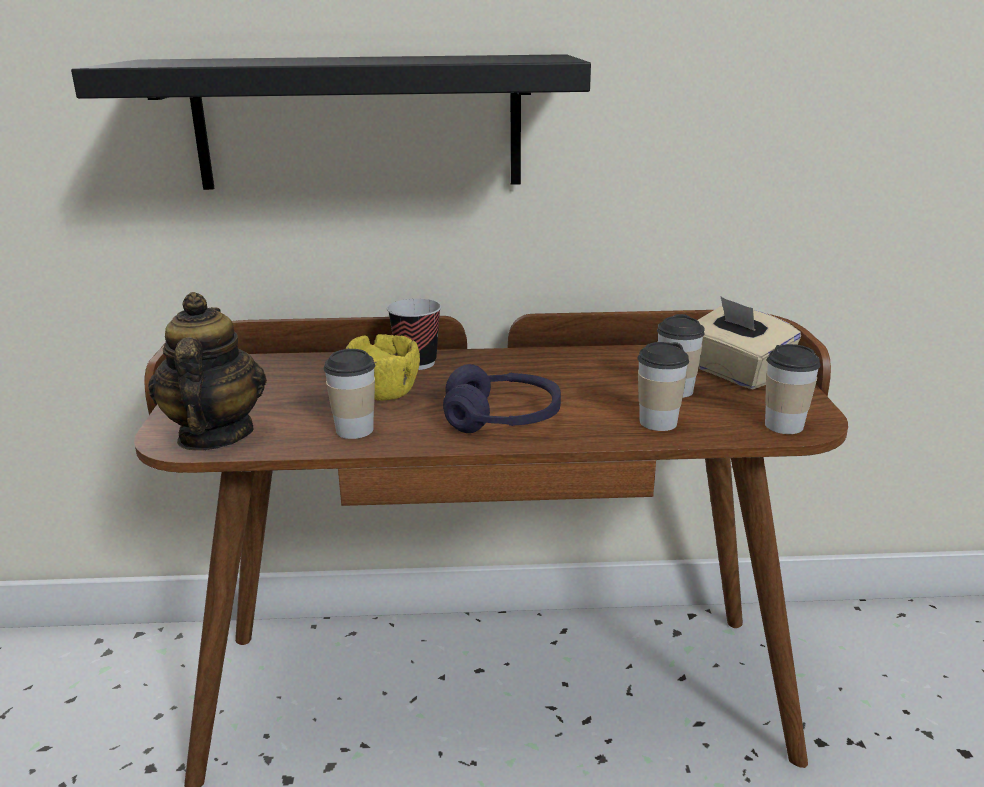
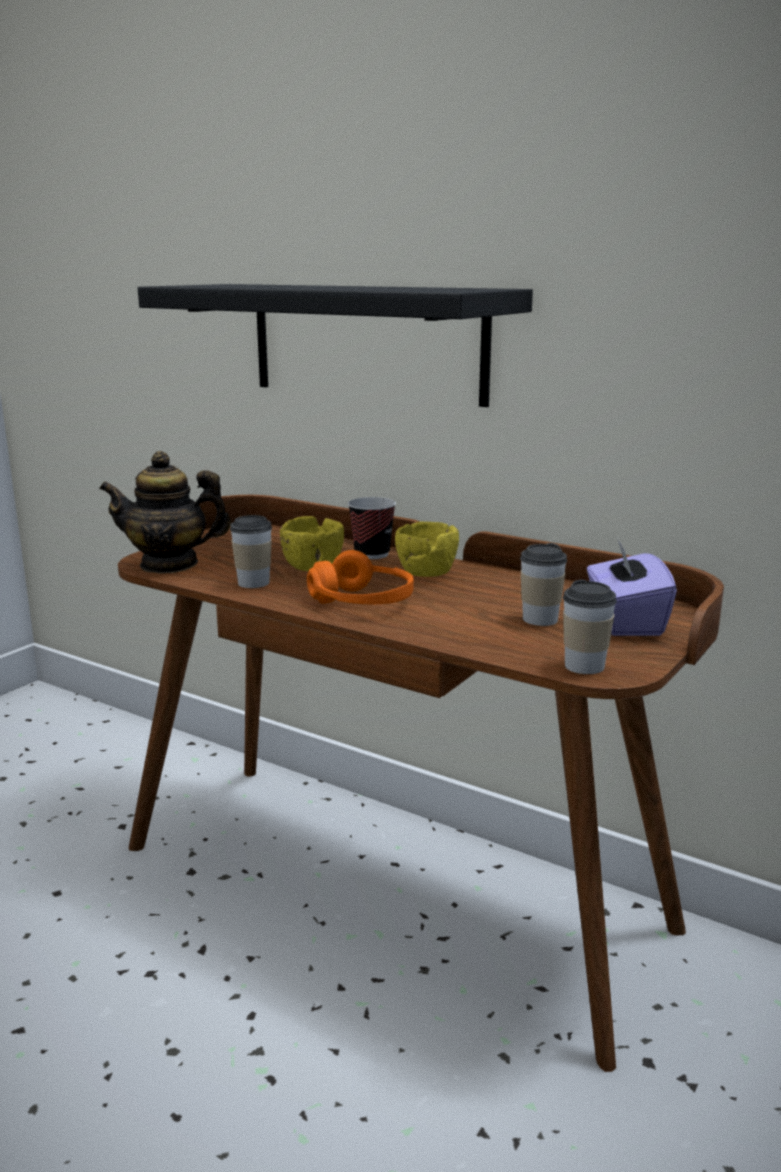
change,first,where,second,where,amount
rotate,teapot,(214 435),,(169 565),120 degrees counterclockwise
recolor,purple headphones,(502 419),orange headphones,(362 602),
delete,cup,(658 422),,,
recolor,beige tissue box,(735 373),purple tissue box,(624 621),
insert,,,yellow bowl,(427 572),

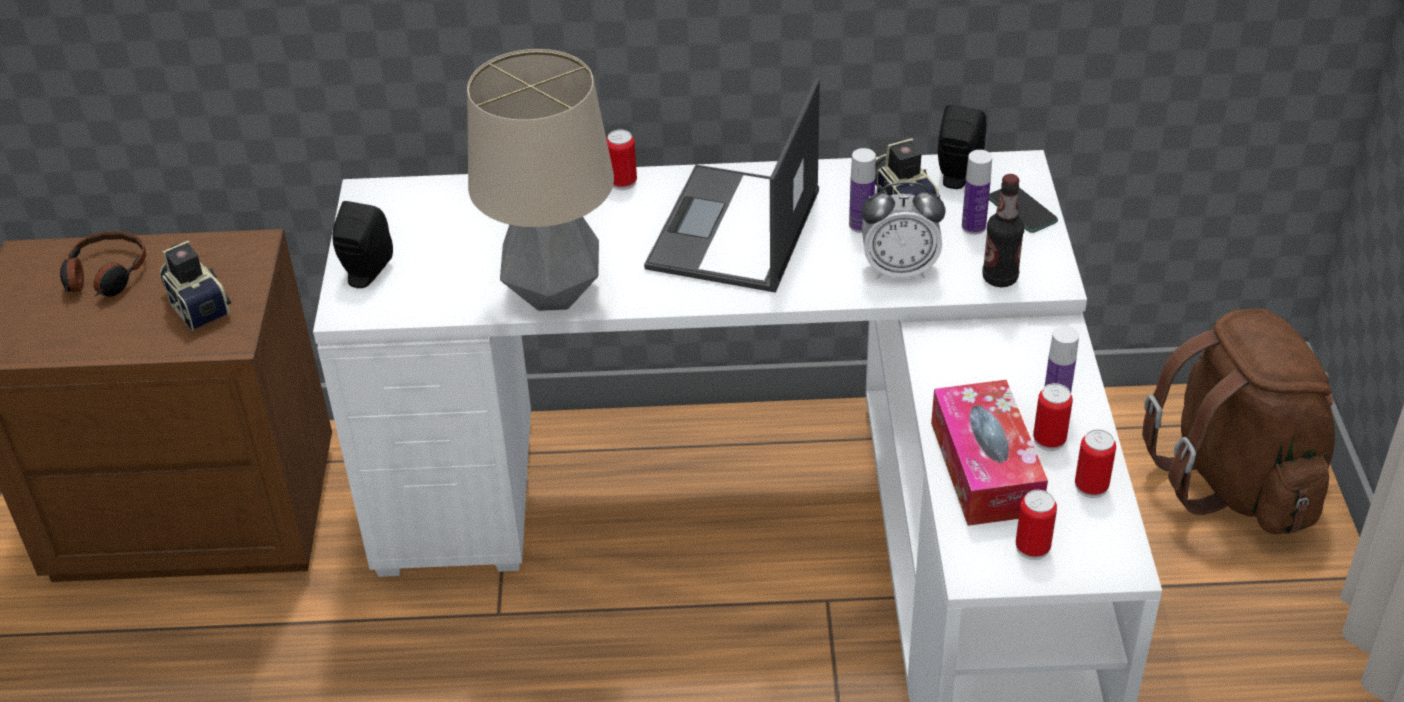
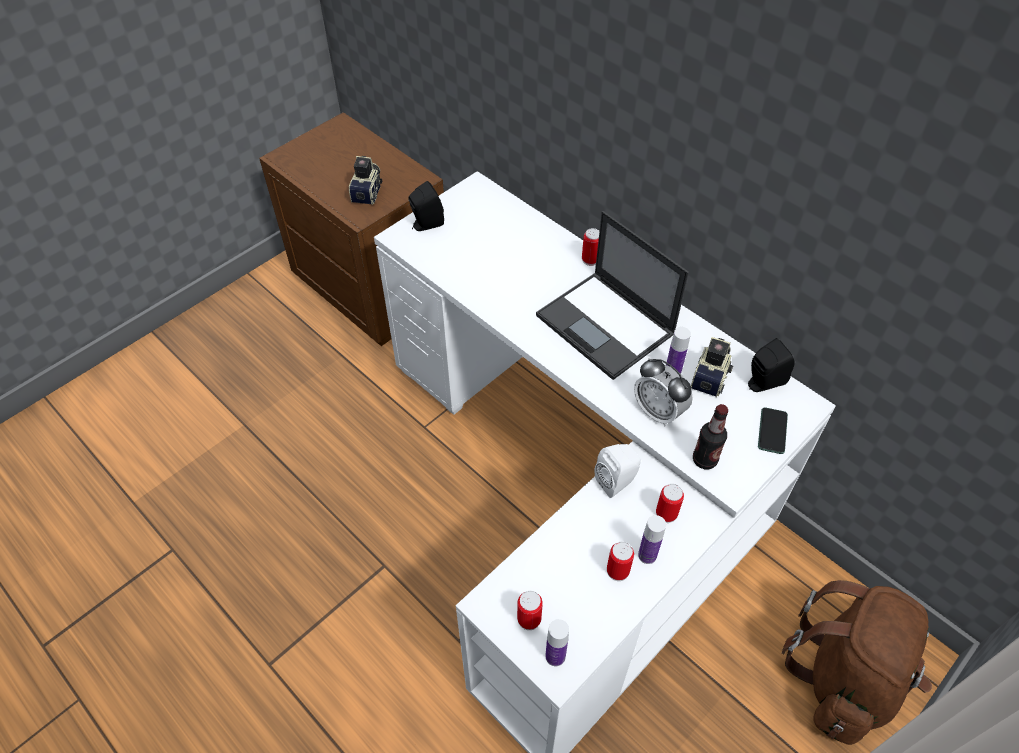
change,first,where,second,where,amount
delete,headphones,(105 275),,,
delete,table lamp,(554 293),,,
rotate,laptop,(734 231),,(606 325),105 degrees counterclockwise
delete,tissue box,(985 468),,,
move,bottle,(973 227),,(555 656),
move,can,(1091 486),,(666 513),
insert,,,white speaker,(617 481),

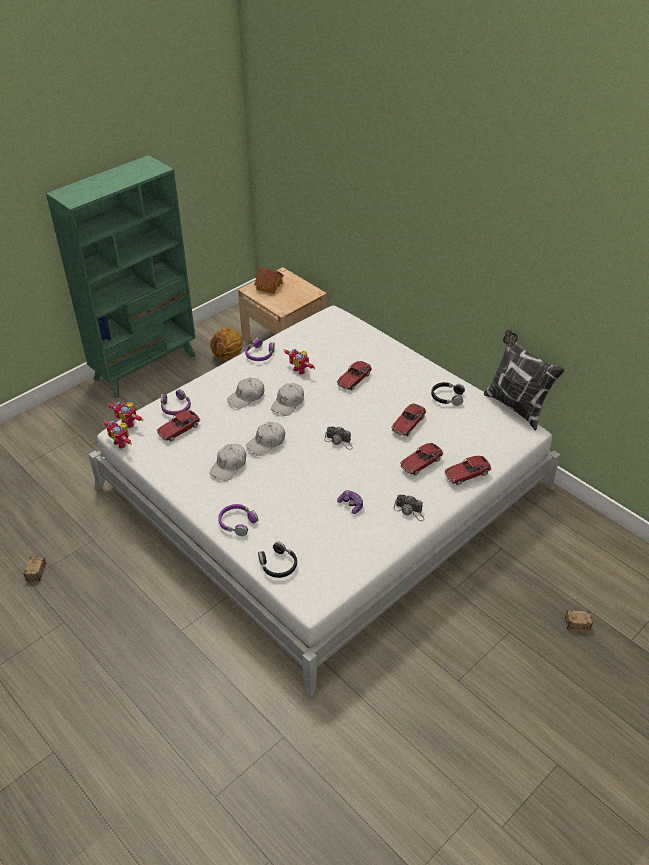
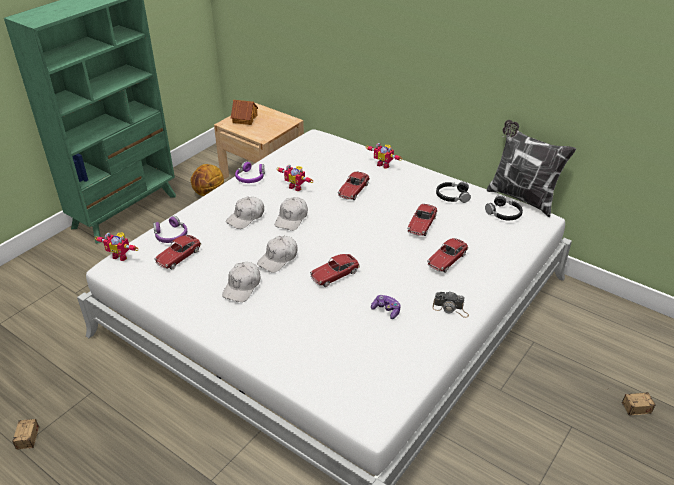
change,first,where,second,where,amount
move,toy robot,(122 442),,(384 164),
delete,purple headphones,(237 522),,,
move,black headphones,(278 565),,(504 213),
delete,photo camera,(339 441),,,
move,toy car,(467 474),,(334 275),

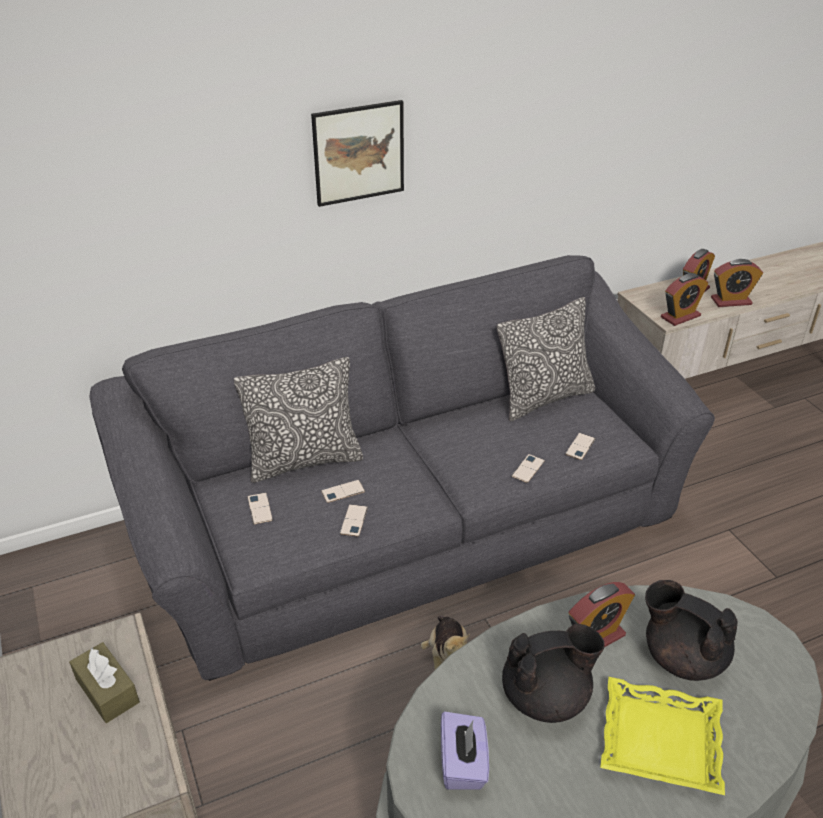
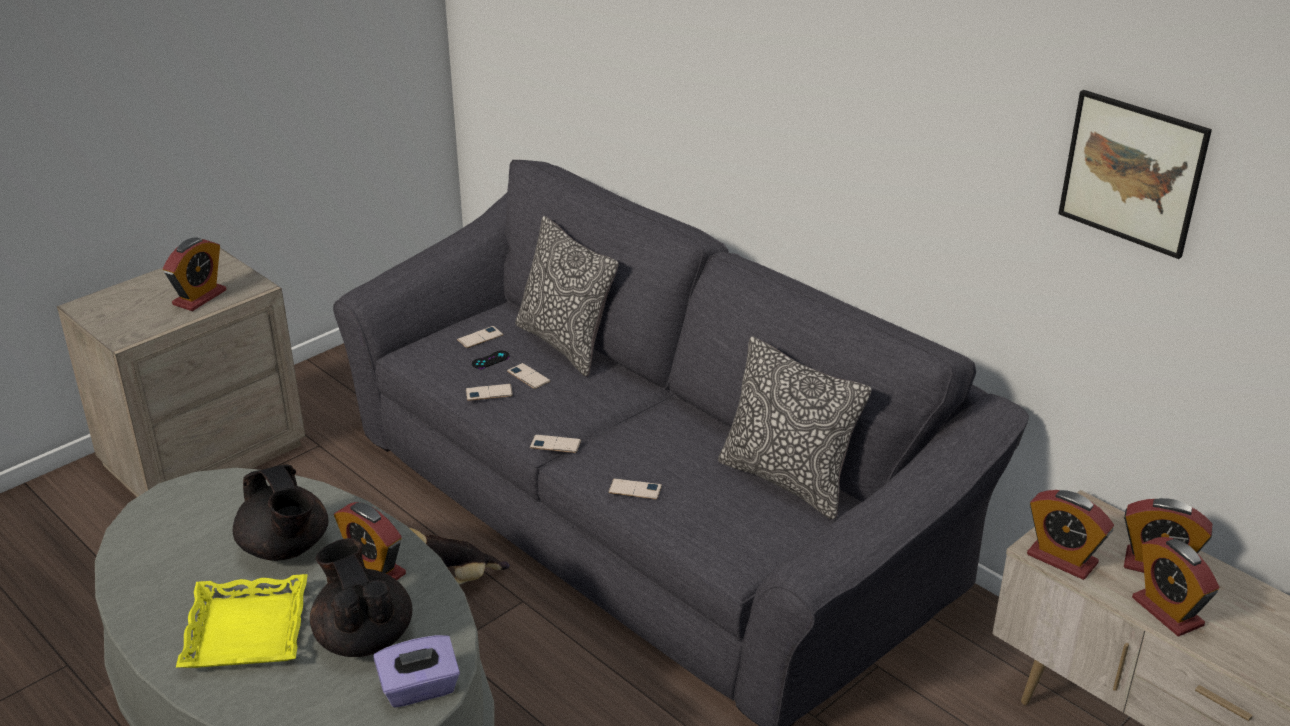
change,first,where,second,where,amount
replace,brown tissue box,(107 690),alarm clock,(199 297),
move,picture,(358 153),,(1132 173),
move,purple tissue box,(463 764),,(419 689),
move,phone,(580 446),,(555 444),
rotate,black teapot,(682 656),,(363 637),45 degrees counterclockwise
insert,,,black game controller,(490 360),

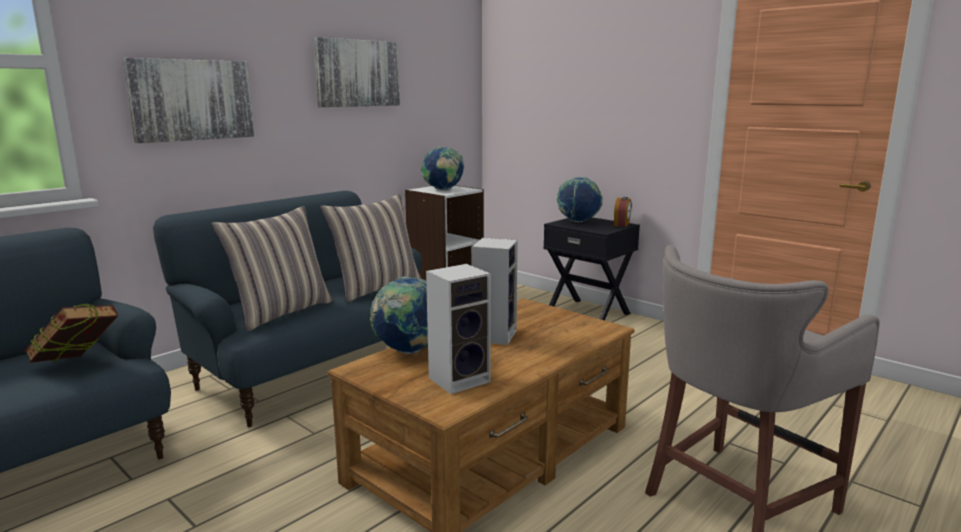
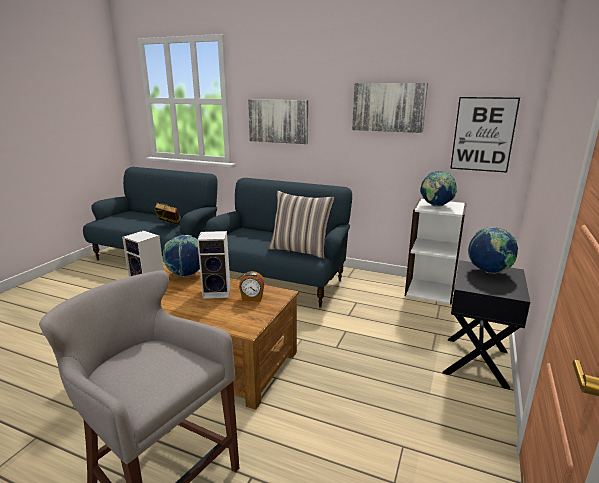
change,first,where,second,where,amount
delete,pillow,(281 312),,,
move,alarm clock,(622 224),,(252 298),
insert,,,picture,(483 134),

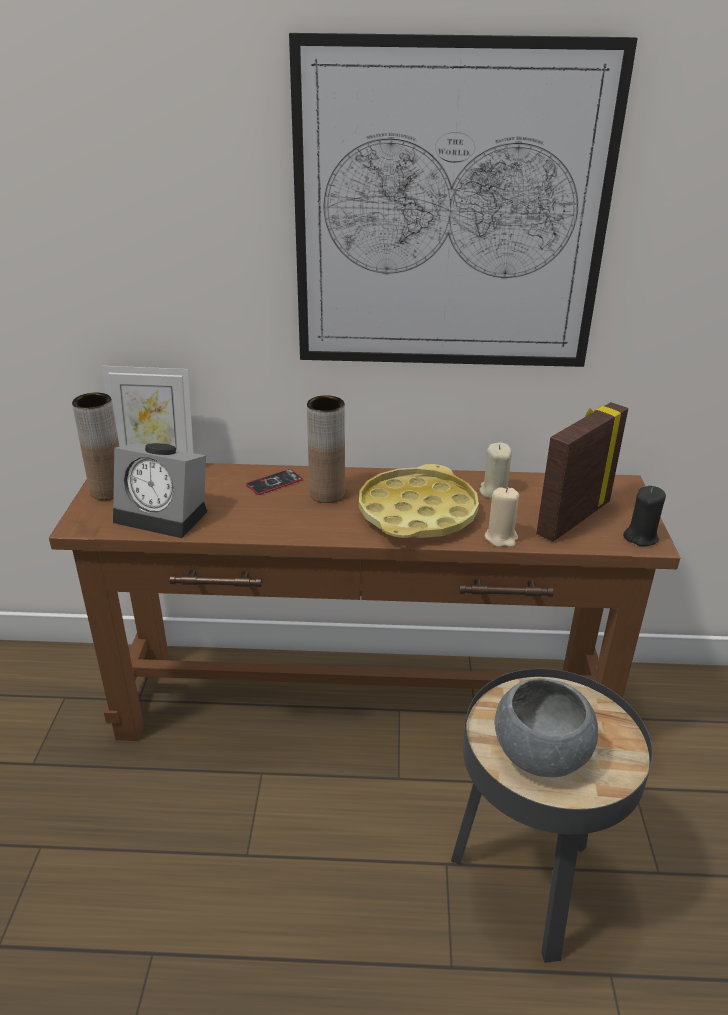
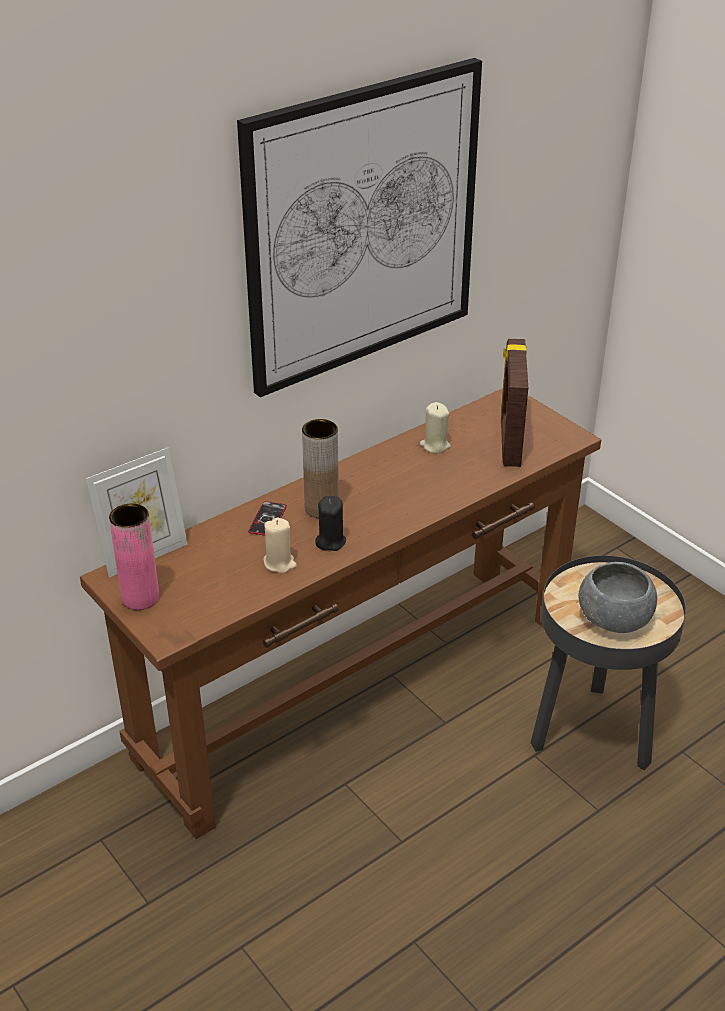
change,first,where,second,where,amount
recolor,brown vase,(108 491),pink vase,(140 598),
delete,alarm clock,(165 515),,,
delete,yellow tray,(417 513),,,
move,beige candle,(501 538),,(279 563),
move,black candle,(640 537),,(330 541),

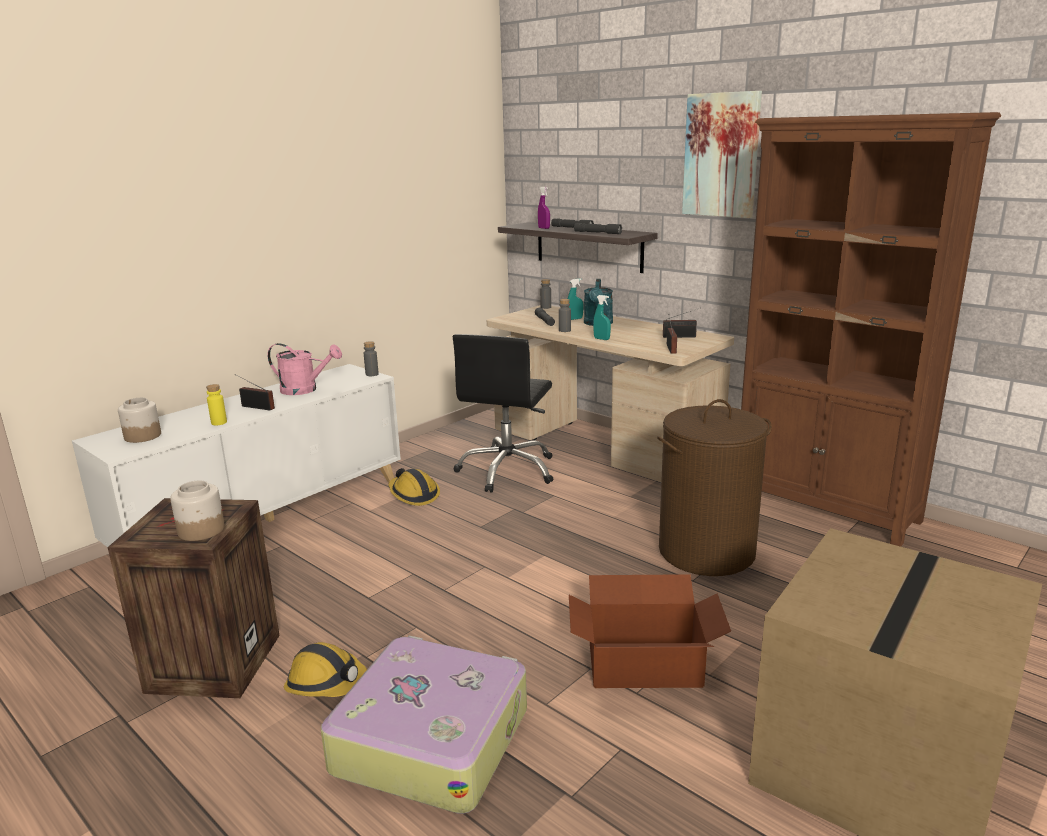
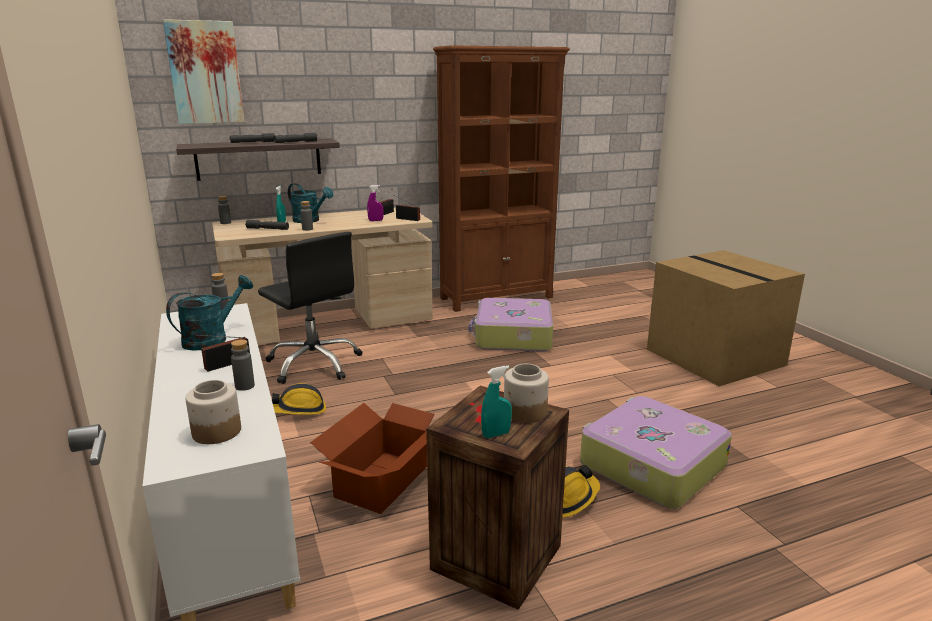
change,first,where,second,where,amount
recolor,yellow bottle,(219 422),grey bottle,(245 386),
recolor,pink watering can,(305 390),turquoise watering can,(212 339),
move,purple spray bottle,(544 228),,(375 220),
move,cardboard box,(643 664),,(381 481),
move,turquoise spray bottle,(601 339),,(496 434),
replace,brown laundry basket,(706 552),suitcase,(512 337),
move,picture,(721 155),,(205 73),

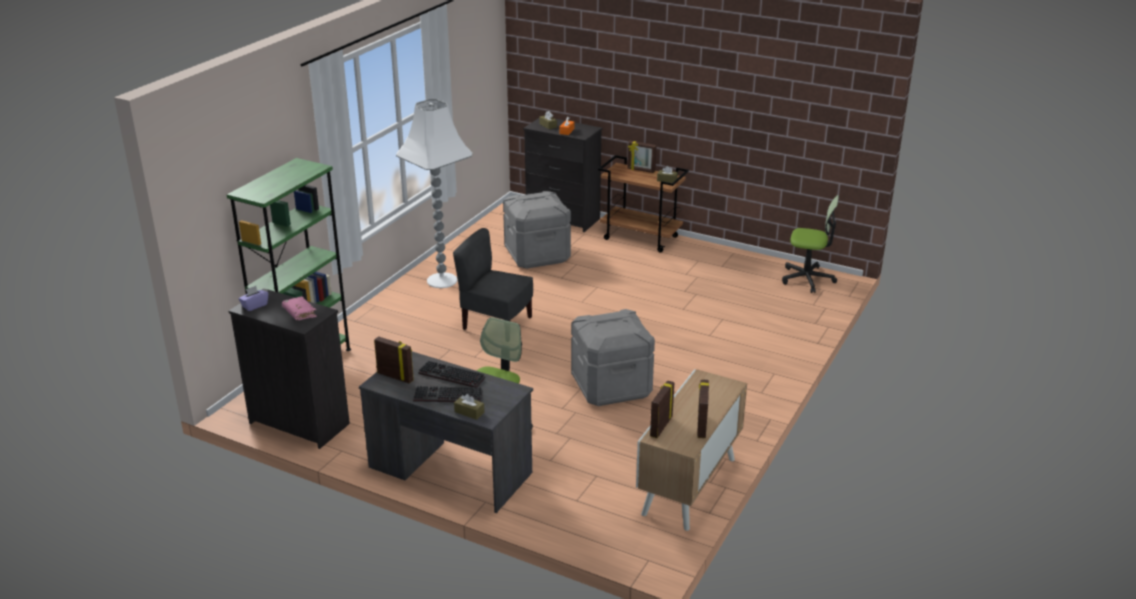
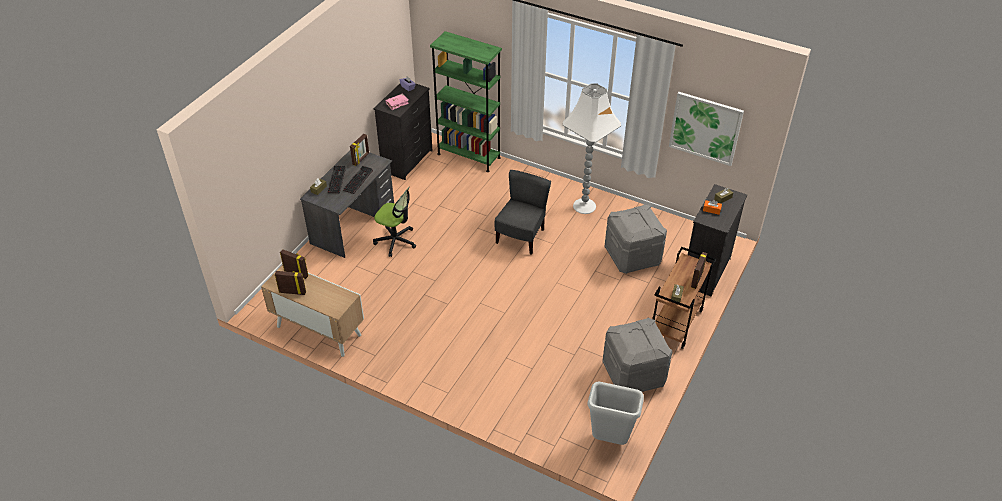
change,first,where,second,where,amount
move,grey storage box,(610 387),,(633 374),
replace,office chair,(807 279),grey trash can,(609 440),
insert,,,picture,(705 128),

